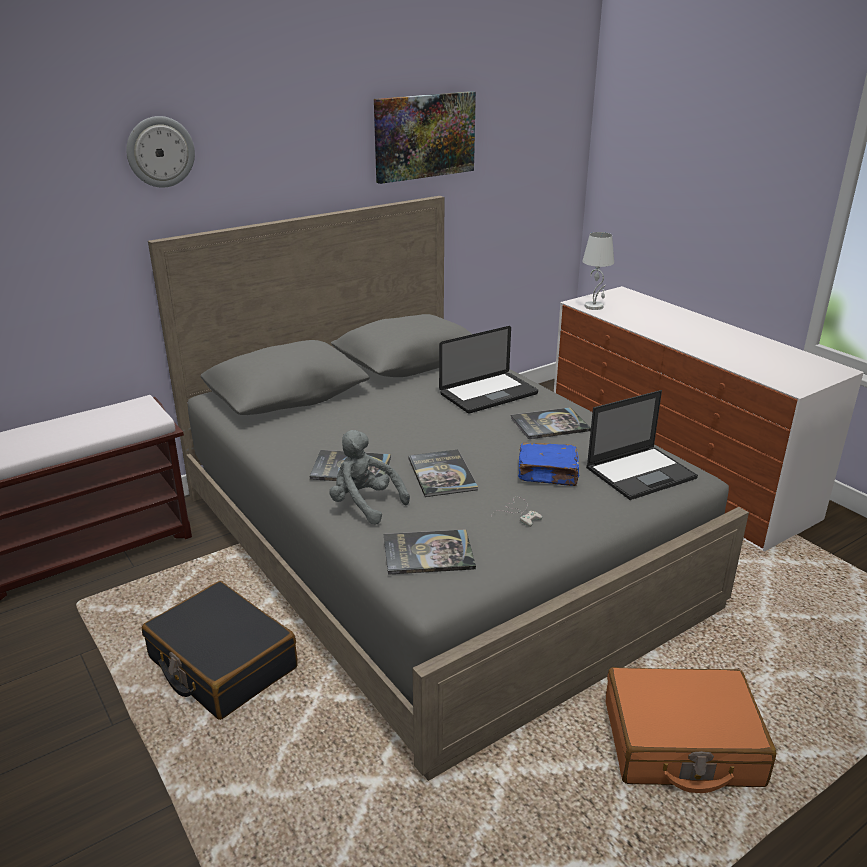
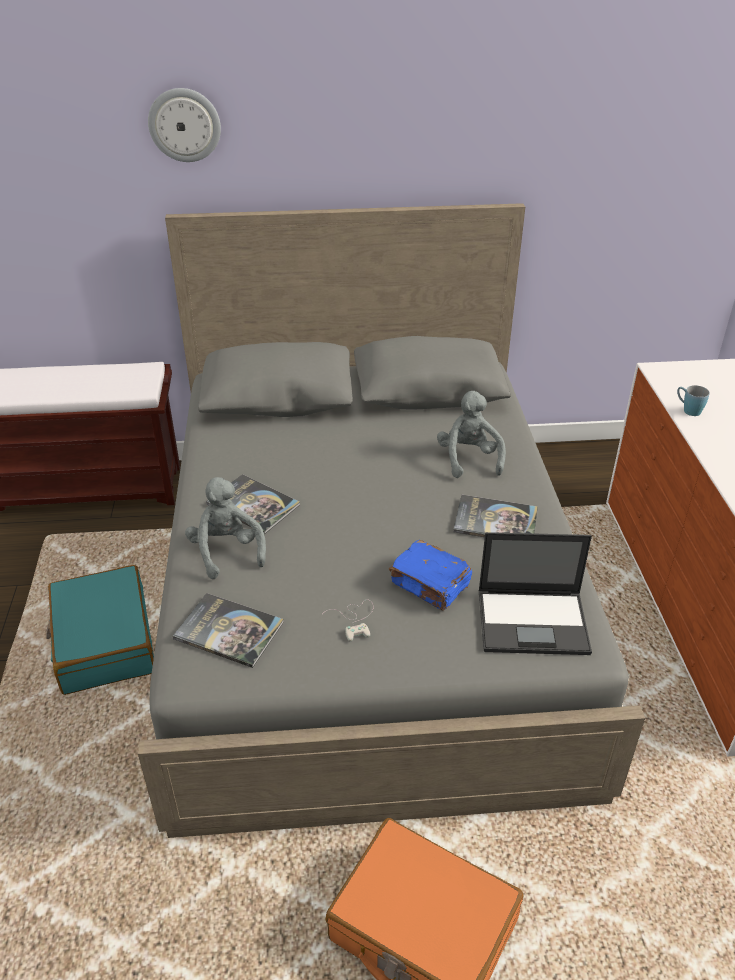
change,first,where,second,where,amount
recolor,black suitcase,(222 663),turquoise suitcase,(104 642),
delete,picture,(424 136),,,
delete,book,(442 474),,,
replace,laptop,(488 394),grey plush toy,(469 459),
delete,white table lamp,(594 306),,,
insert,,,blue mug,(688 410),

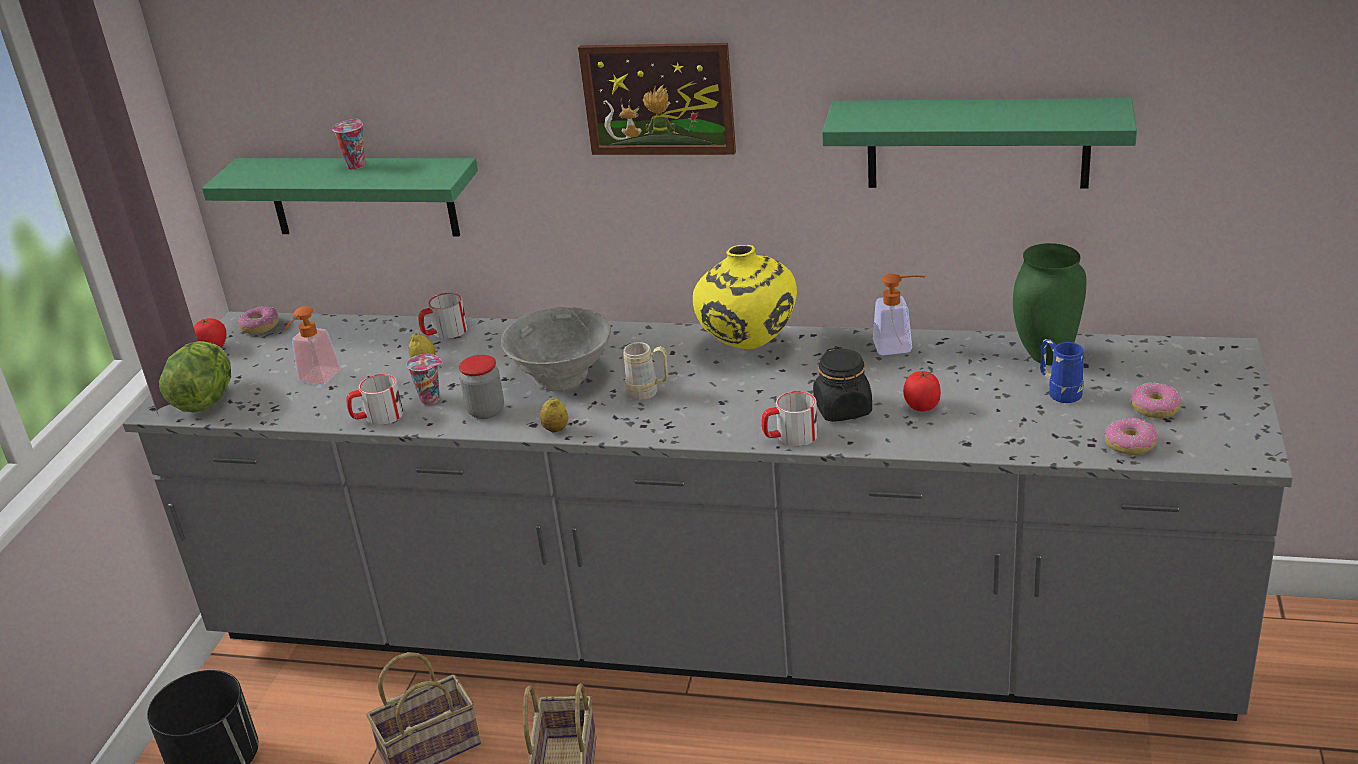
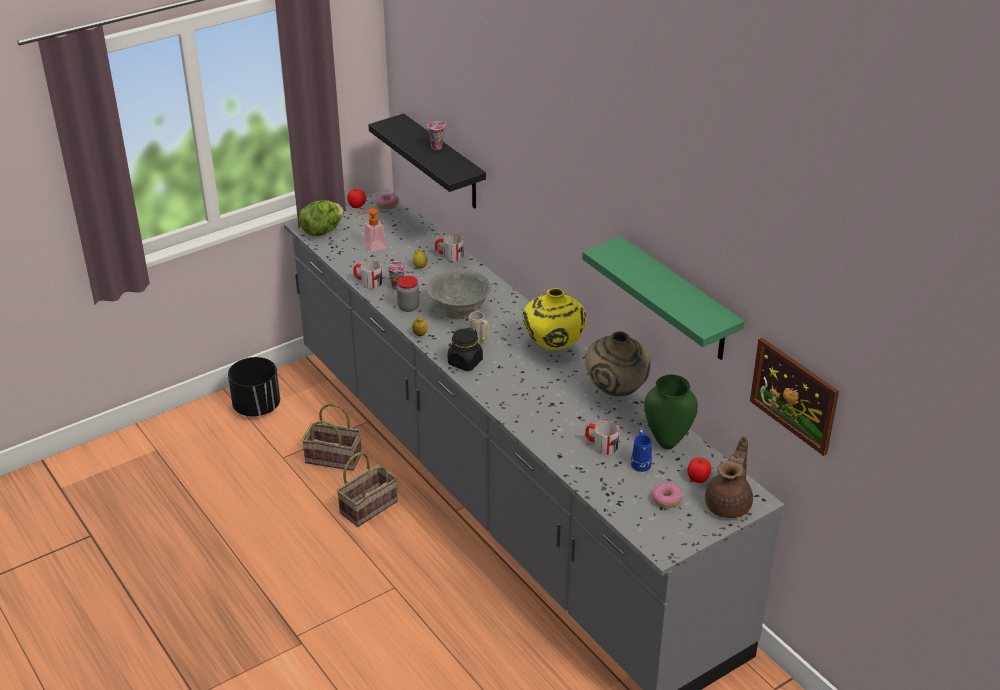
change,first,where,second,where,amount
recolor,green shelf,(362 196),black shelf,(444 163),
move,picture,(658 99),,(794 395),
move,mug,(790 436),,(601 445),
move,black jar,(843 409),,(465 362),
replace,soap dispenser,(900 346),beige vase,(616 391),
move,tomato,(922 406),,(698 479),
delete,donut,(1130 444),,,
insert,,,brown teapot,(729 504),

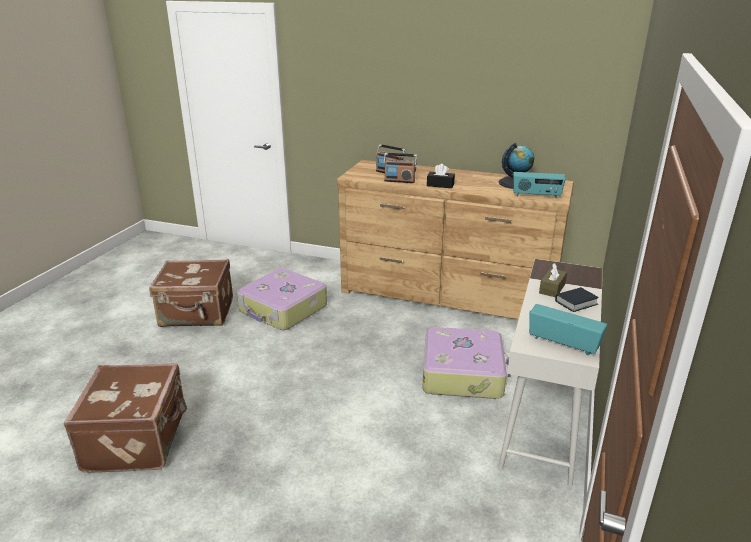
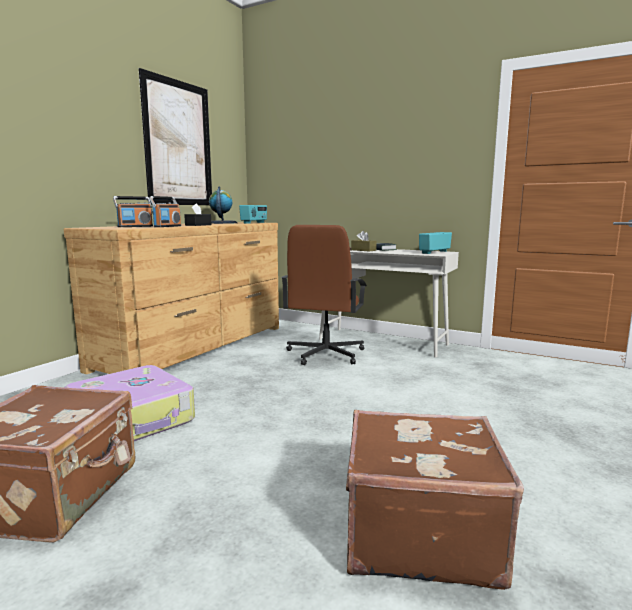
change,first,where,second,where,amount
replace,suitcase,(463 373),brown office chair,(325 354),
insert,,,picture,(178 144),

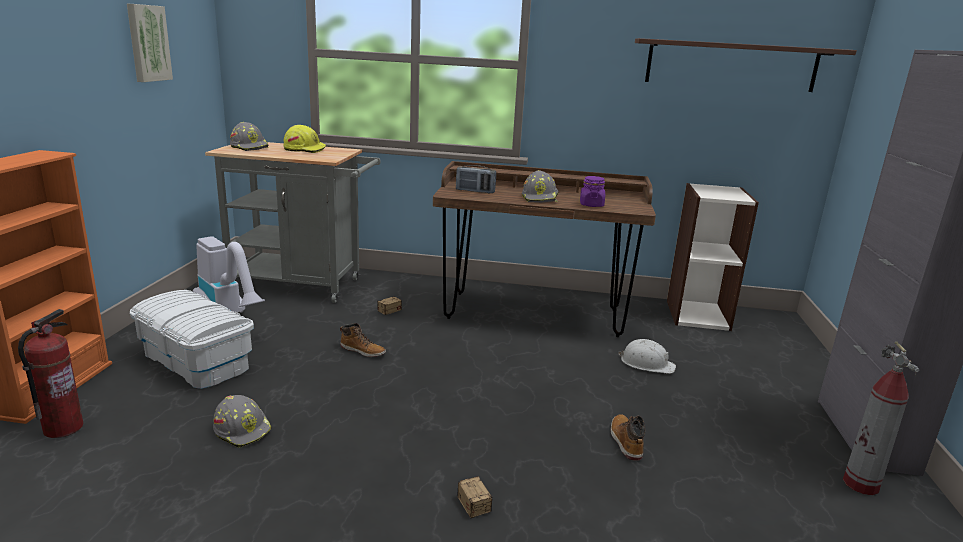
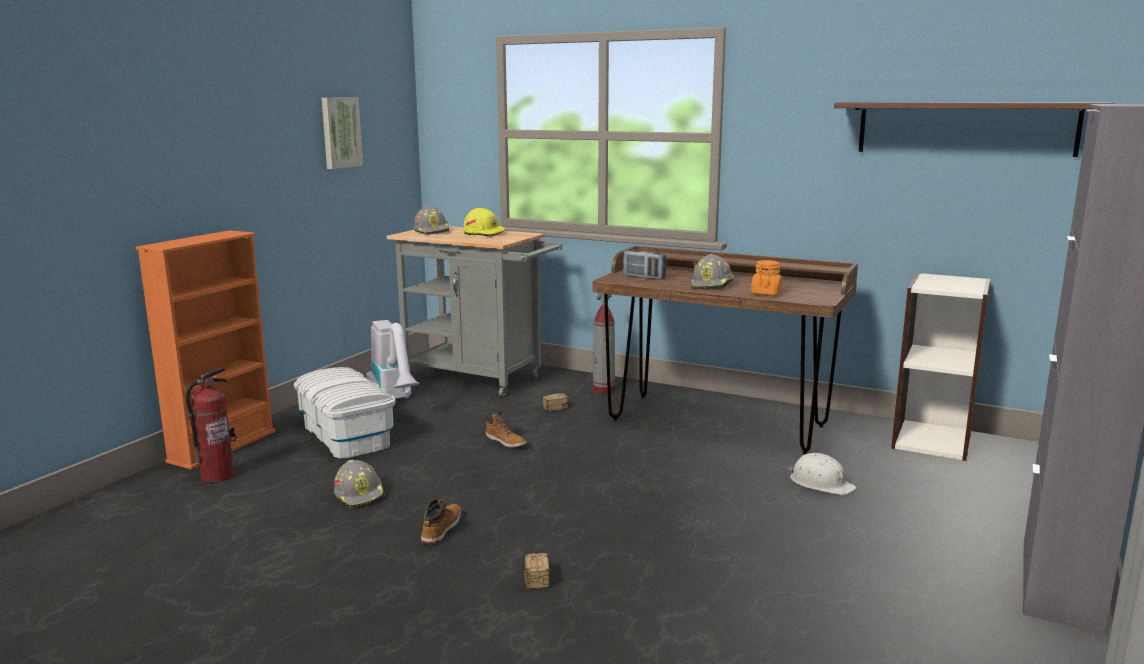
change,first,where,second,where,amount
recolor,purple jar,(591 205),orange jar,(766 293),
move,boot,(625 441),,(440 529),
move,fire extinguisher,(861 484),,(603 390),

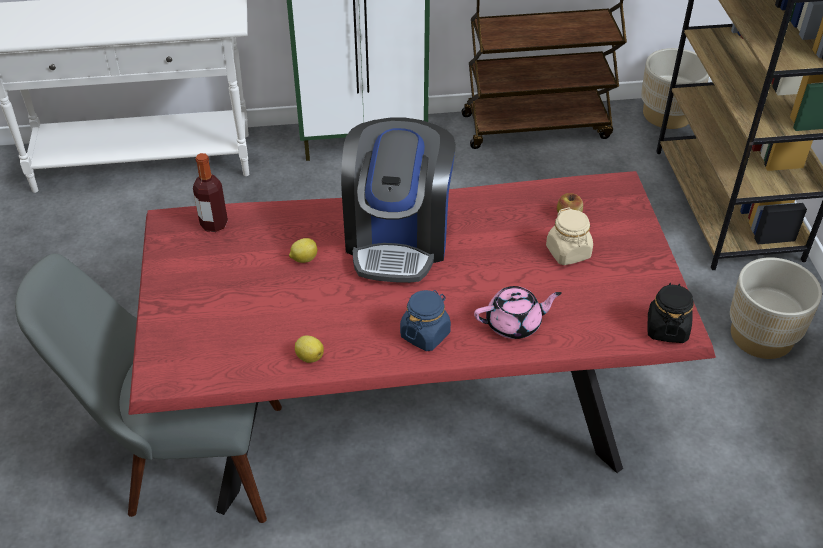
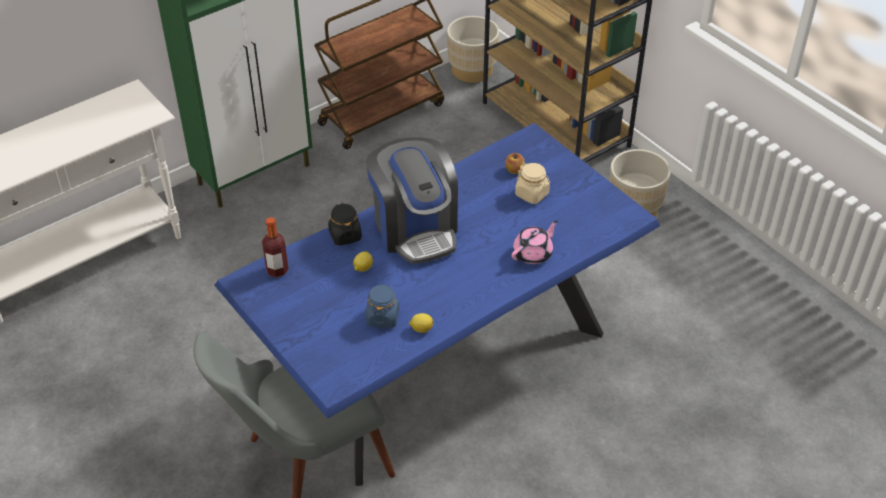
change,first,where,second,where,amount
recolor,red dining table,(411 415),blue dining table,(443 361),
move,blue jar,(425 334),,(382 317),
move,black jar,(667 328),,(345 235),

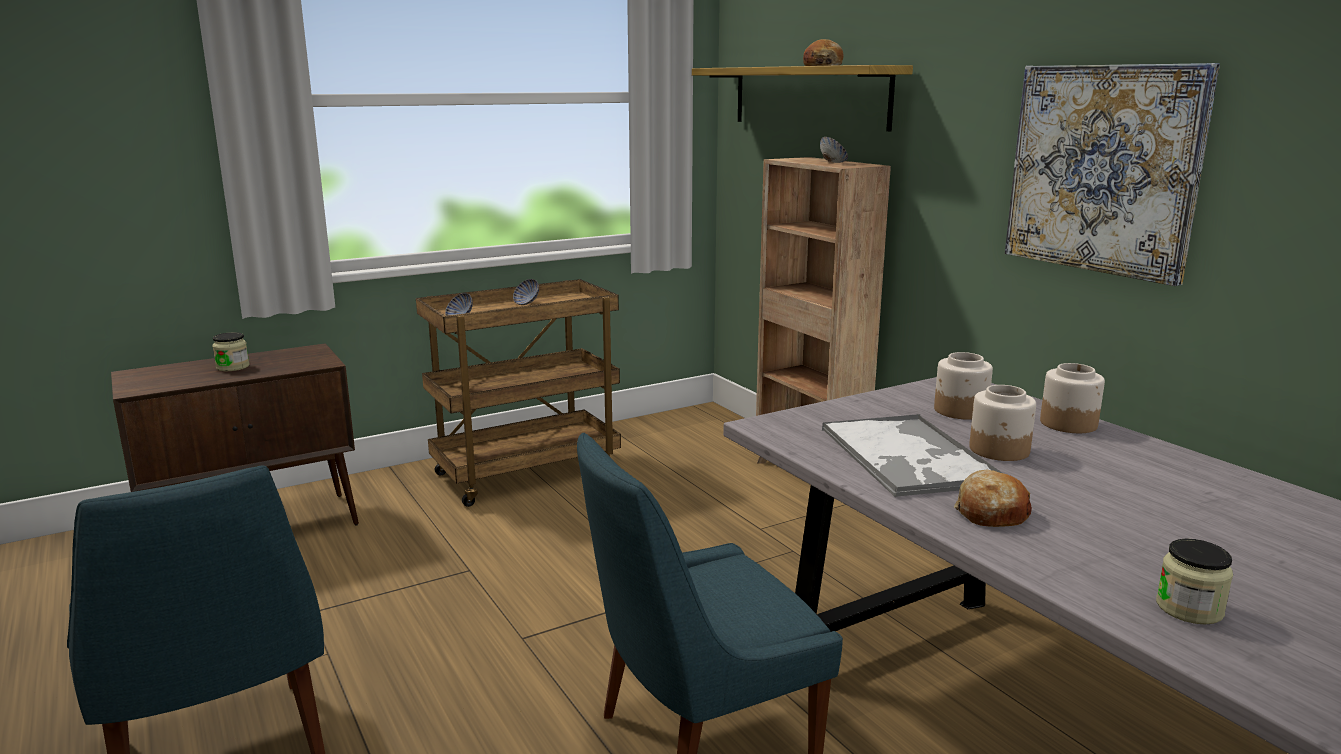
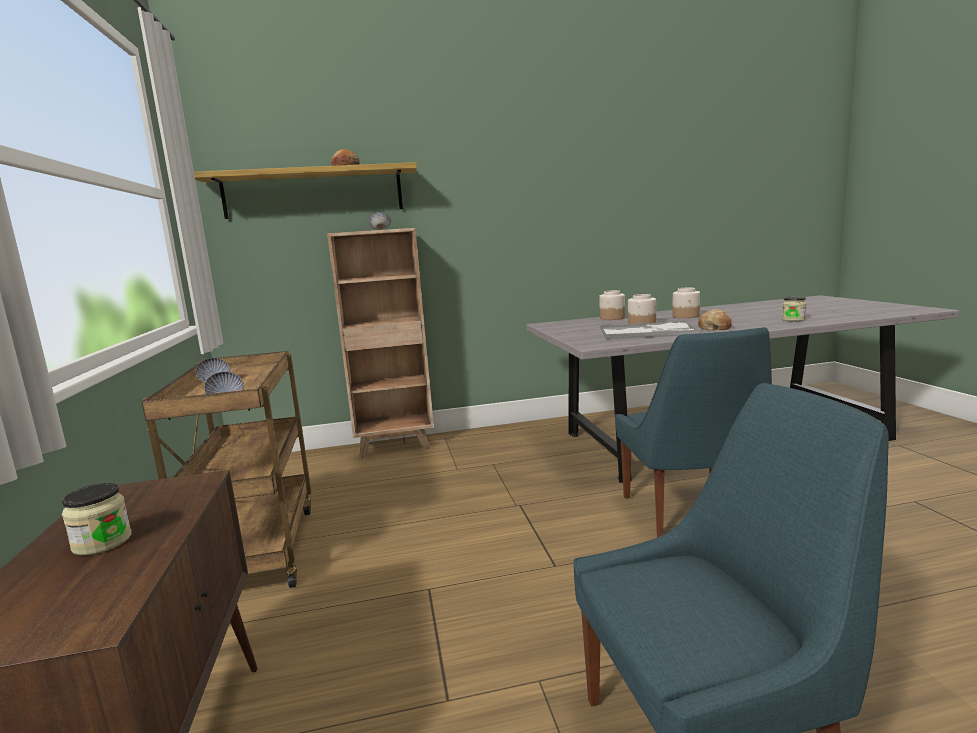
change,first,where,second,where,amount
move,jar,(960 411),,(686 316),
delete,picture,(1103 169),,,

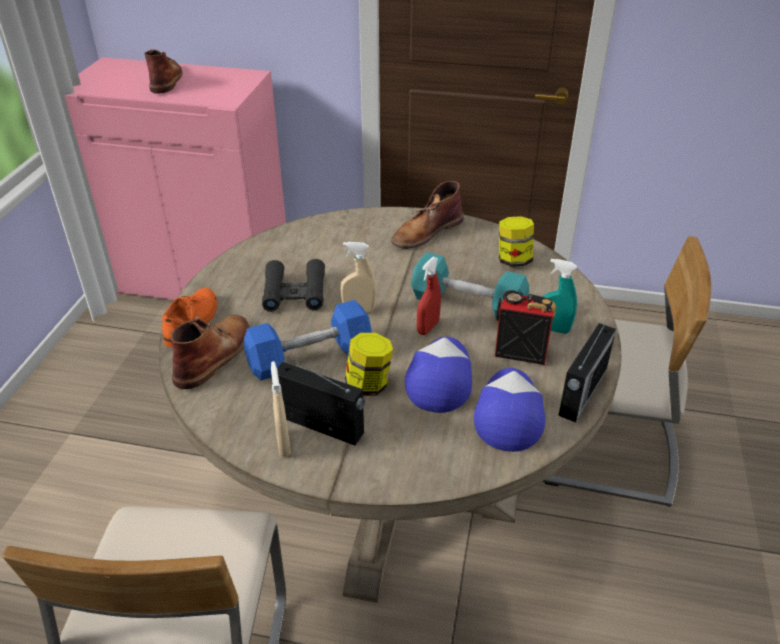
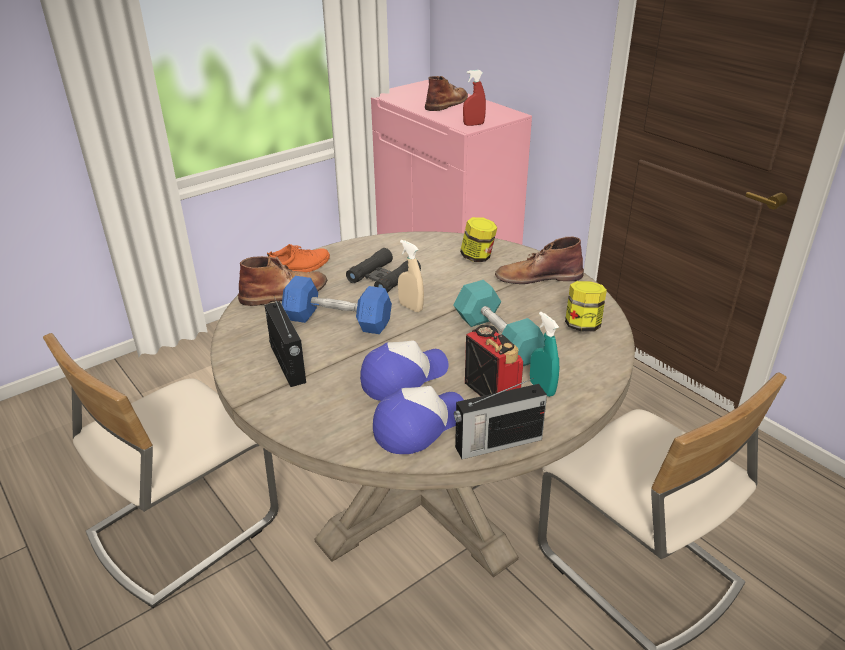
change,first,where,second,where,amount
delete,beige spray bottle,(283 444),,,
move,jar,(369 384),,(477 257),
move,red spray bottle,(428 327),,(473 124),

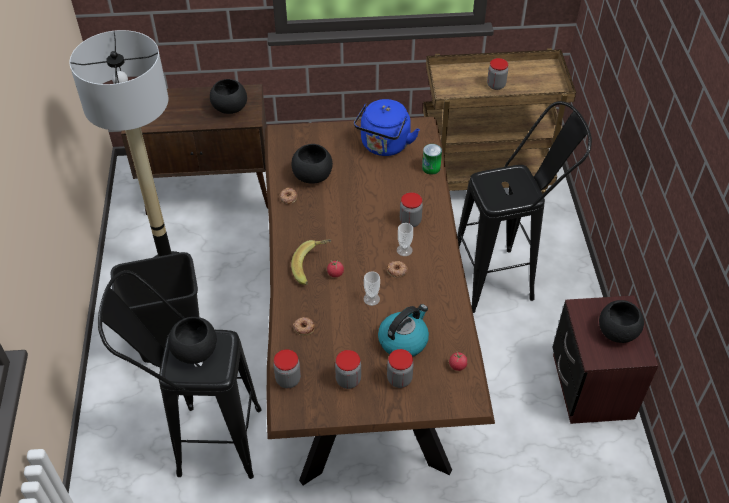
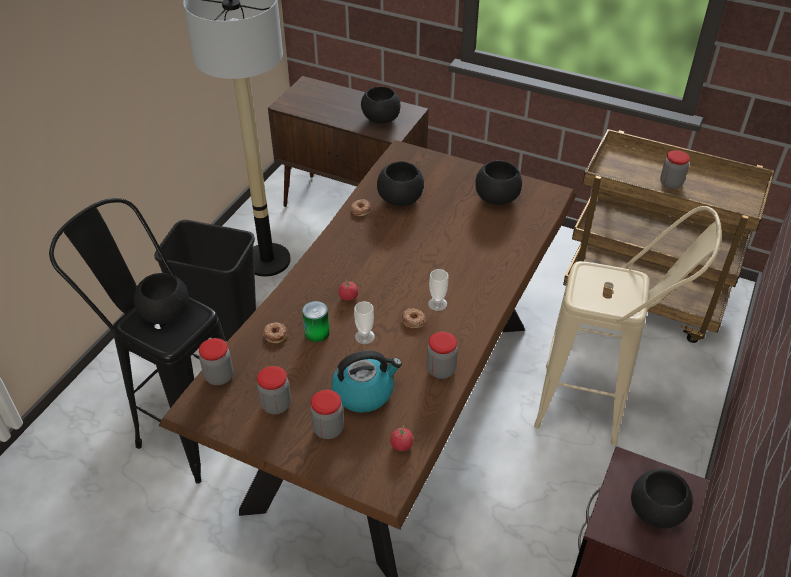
change,first,where,second,where,amount
delete,banana,(313 267),,,
replace,blue kettle,(384 146),black bowl,(496 198),
move,jar,(410 221),,(441 370),
move,can,(431 168),,(317 333),
recolor,black stool,(505 277),beige stool,(597 408),

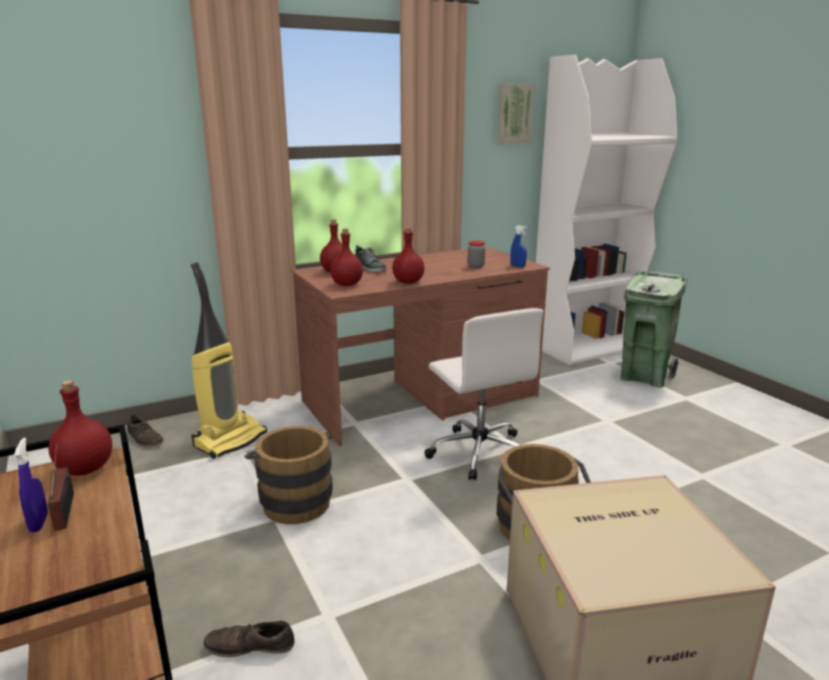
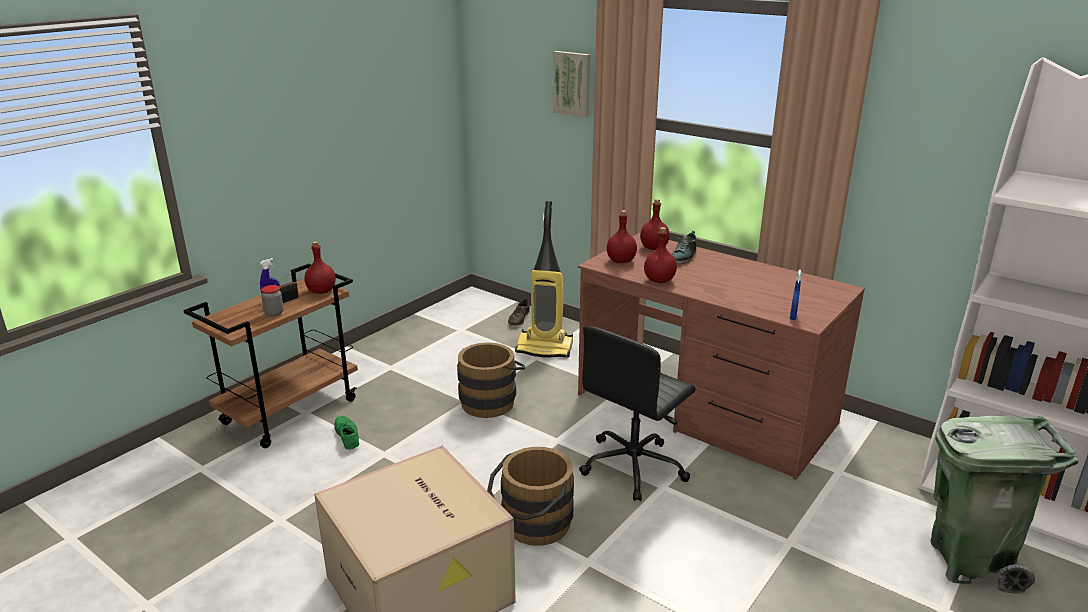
change,first,where,second,where,amount
recolor,brown shoe,(250 646),green shoe,(347 436),
recolor,white office chair,(479 451),black office chair,(634 466),
move,jar,(475 266),,(274 313),
move,picture,(514 114),,(572 83),

